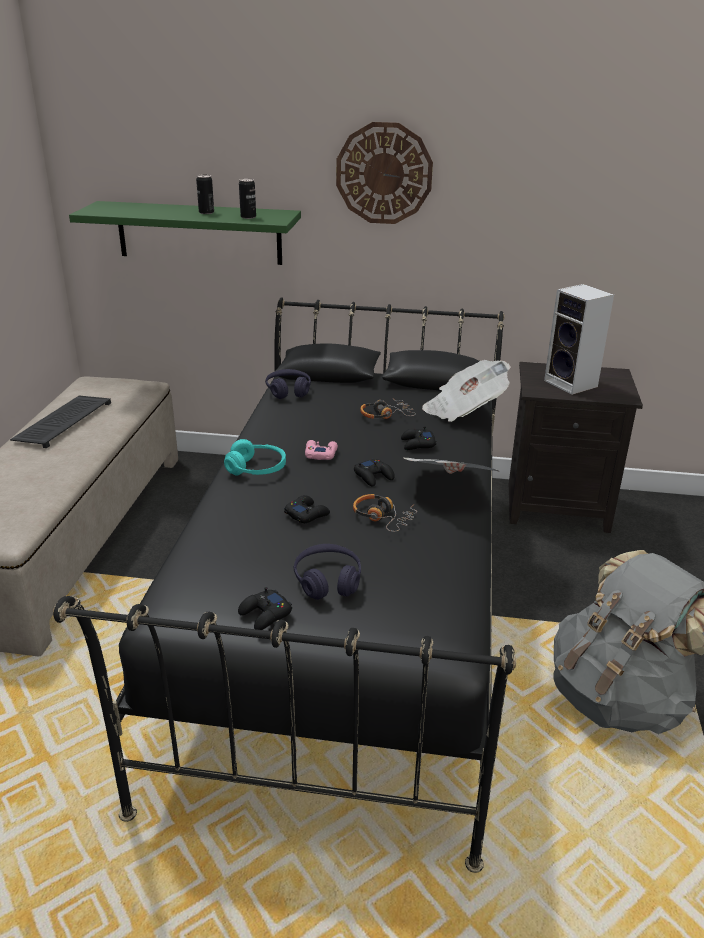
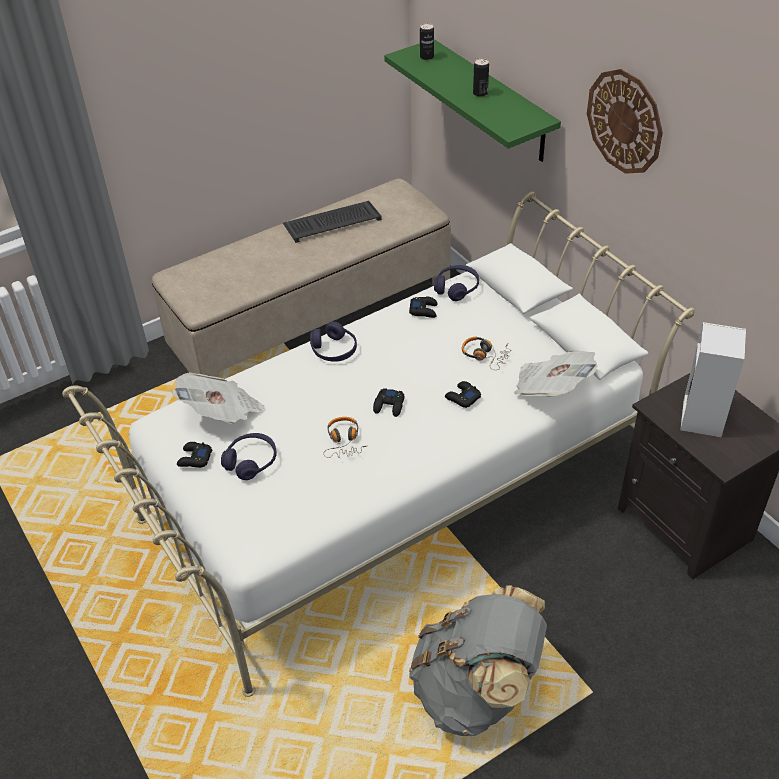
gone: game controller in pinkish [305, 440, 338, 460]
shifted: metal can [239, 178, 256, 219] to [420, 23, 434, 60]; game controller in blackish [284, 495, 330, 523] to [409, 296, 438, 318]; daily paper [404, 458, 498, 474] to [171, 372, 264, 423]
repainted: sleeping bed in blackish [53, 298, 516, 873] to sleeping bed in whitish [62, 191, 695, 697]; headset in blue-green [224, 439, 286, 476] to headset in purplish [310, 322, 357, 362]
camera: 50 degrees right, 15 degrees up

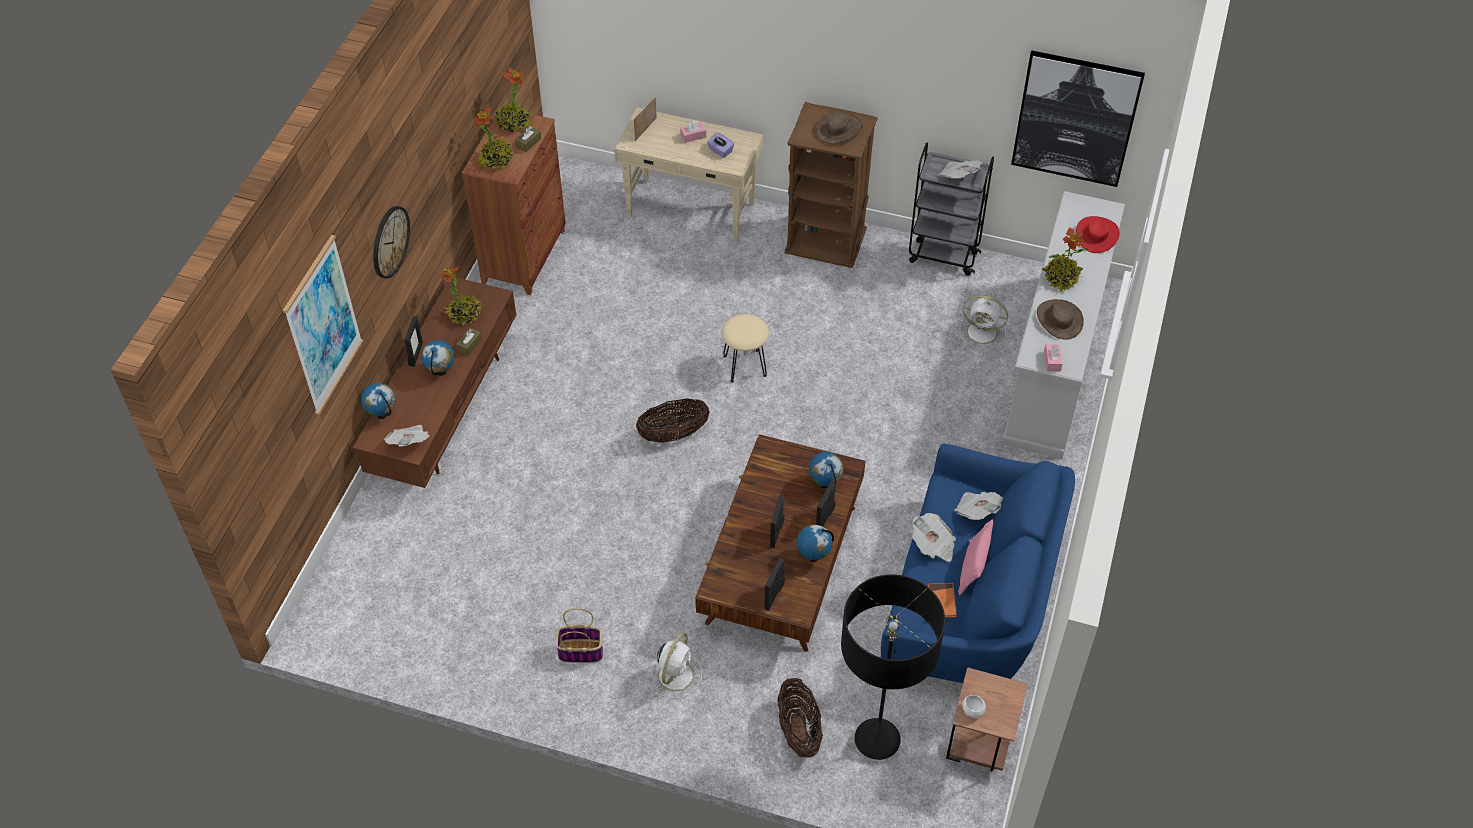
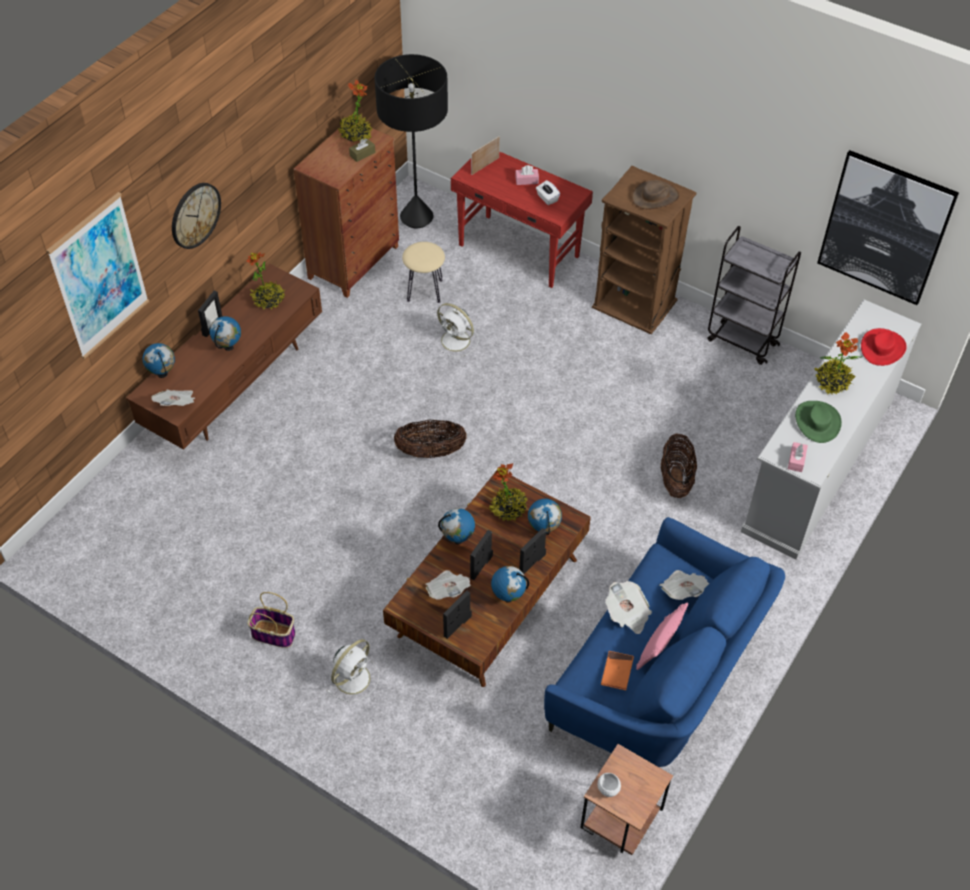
gone: tissue holder in brownish [456, 328, 482, 356]
new: globe [438, 508, 475, 544]
shifted: potted plant [475, 106, 514, 170] to [488, 463, 528, 521]; stool seat in beige-coloured [722, 314, 769, 383] to [402, 242, 445, 303]; basket [777, 678, 823, 758] to [661, 434, 697, 498]; standard lamp in blackish [841, 574, 945, 760] to [375, 54, 448, 228]; daily paper [938, 160, 983, 179] to [425, 570, 470, 600]; electric fan in whitish [959, 295, 1008, 350] to [434, 303, 479, 357]
repainted: console table in beige-coloured [614, 108, 763, 241] to console table in reddish [451, 151, 593, 288]; tissue holder in purplish [707, 132, 734, 158] to tissue holder in whitish [536, 180, 560, 205]; clothing hat in brownish [1037, 299, 1084, 340] to clothing hat in green-coloured [795, 401, 842, 443]
camera: 15 degrees right, 0 degrees up

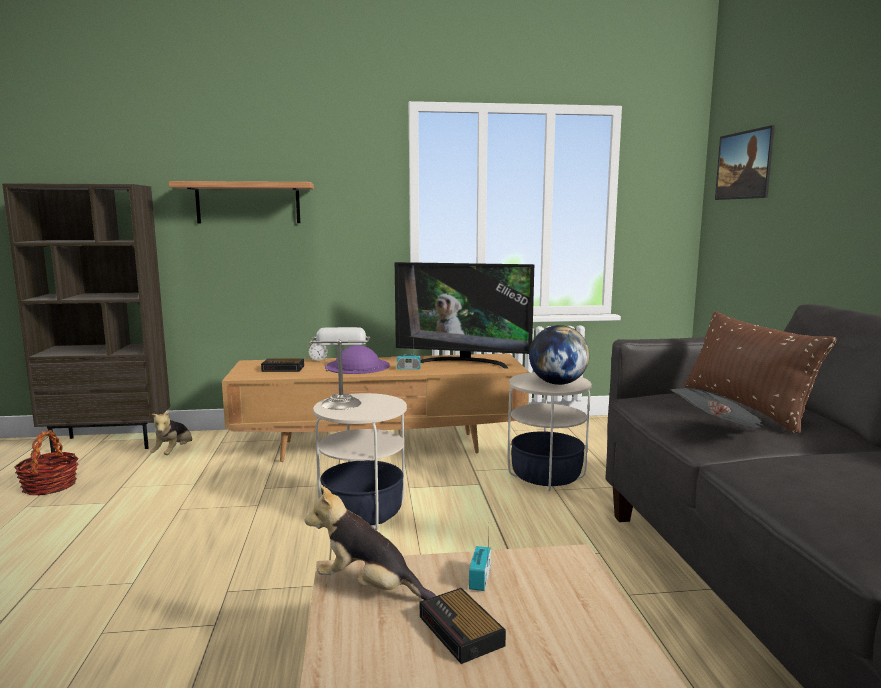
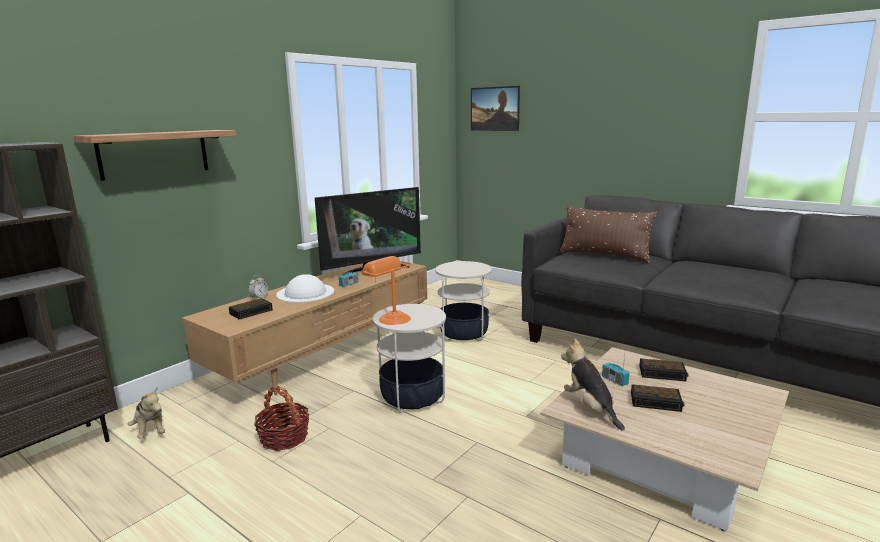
gone: globe [529, 325, 590, 385]; daily paper [670, 388, 763, 427]
new: table clock [639, 358, 688, 381]
shifted: basket [14, 430, 79, 496] to [254, 386, 309, 451]
repainted: lamp for a table in whitish [310, 327, 370, 410] to lamp for a table in orange [362, 256, 411, 325]; clothing hat in purplish [325, 345, 390, 374] to clothing hat in whitish [276, 274, 334, 303]
rotated: cuddly toy [305, 485, 436, 600] = [561, 338, 625, 430] 90 degrees clockwise
camera: 45 degrees left, 5 degrees up

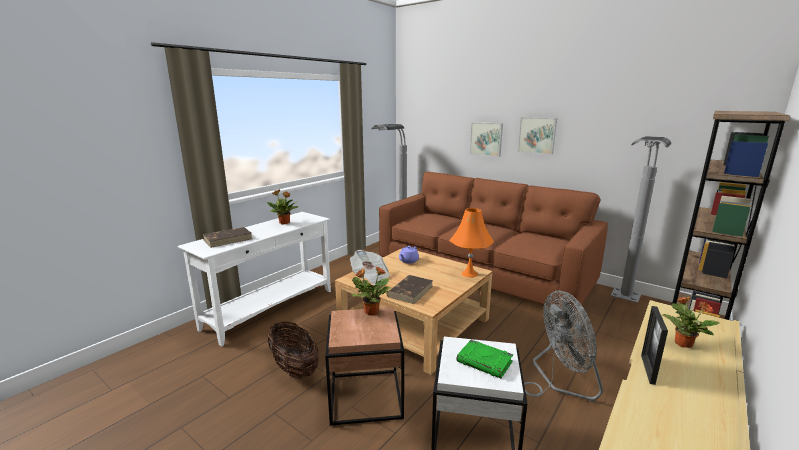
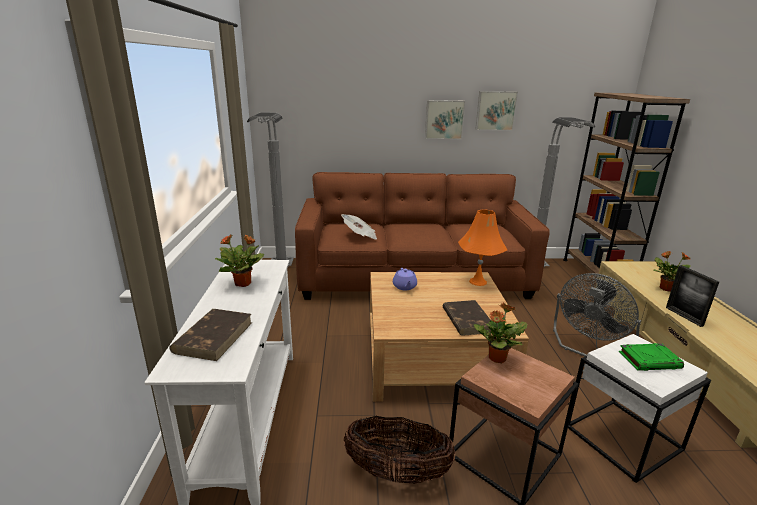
shifted: daily paper [350, 250, 390, 285] to [341, 214, 377, 240]; picture [470, 122, 503, 157] to [475, 91, 518, 131]
camera: 40 degrees left, 5 degrees up

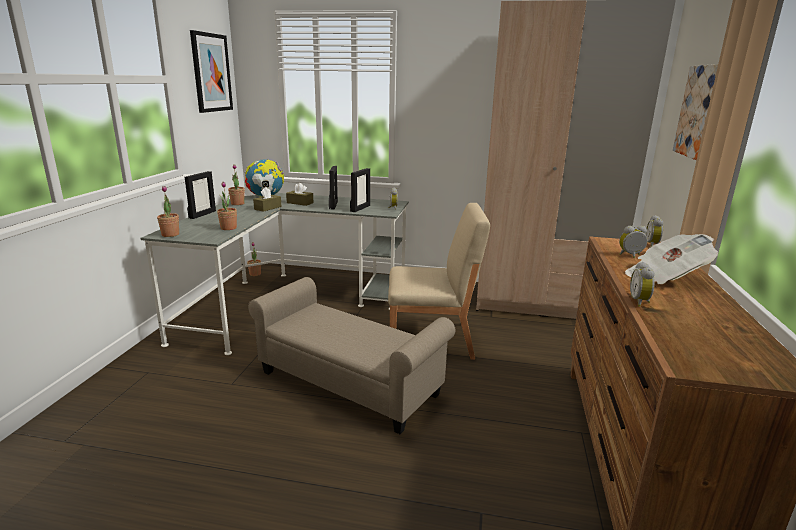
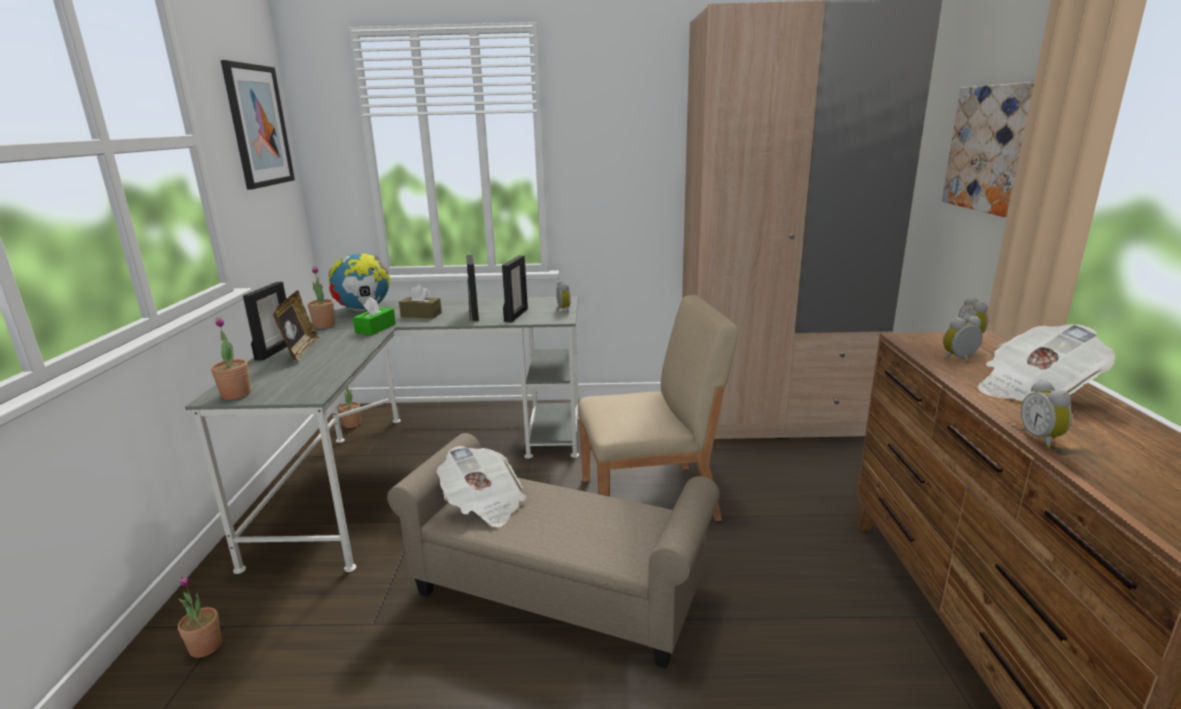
new: standing frame [273, 291, 319, 361]; daily paper [437, 446, 526, 527]
shifted: potted plant [217, 181, 237, 230] to [178, 575, 222, 658]
repainted: tissue holder in brownish [253, 187, 282, 212] to tissue holder in green-coloured [353, 297, 396, 335]
camera: 10 degrees left, 0 degrees up

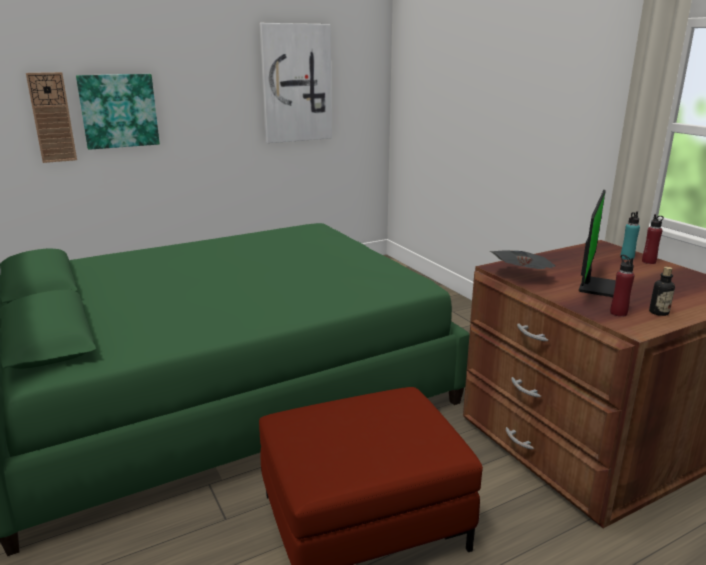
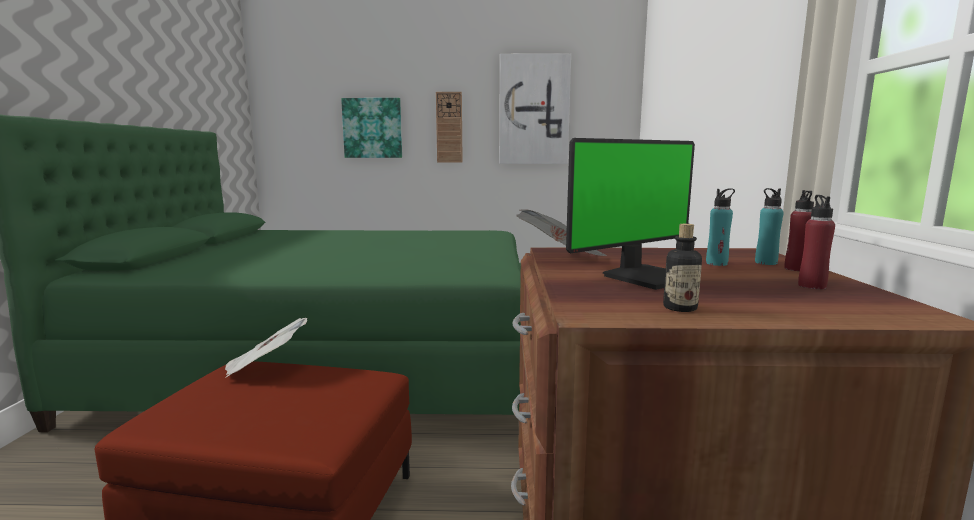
new: daily paper [225, 318, 307, 377]; drink bottle in blue-green [706, 188, 735, 266]
shifted: wall clock [26, 72, 77, 163] to [436, 92, 463, 163]; drink bottle in reddish [610, 255, 635, 317] to [798, 195, 835, 289]
camera: 30 degrees right, 10 degrees down

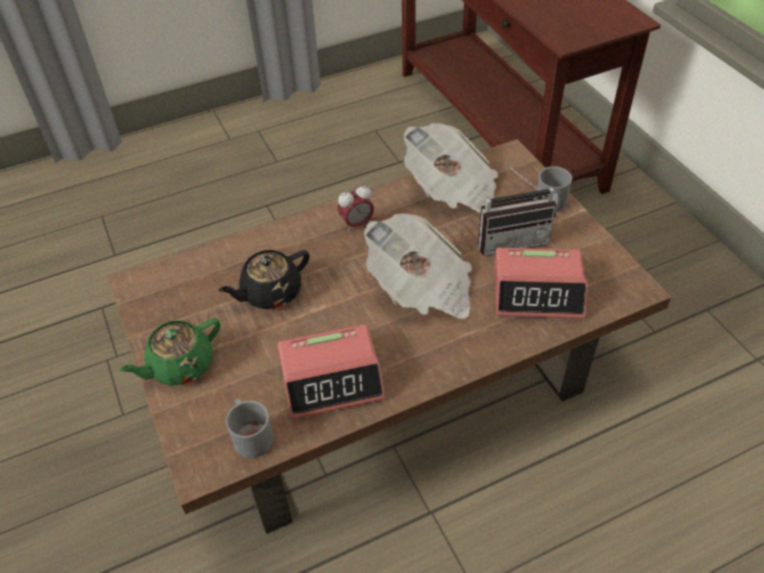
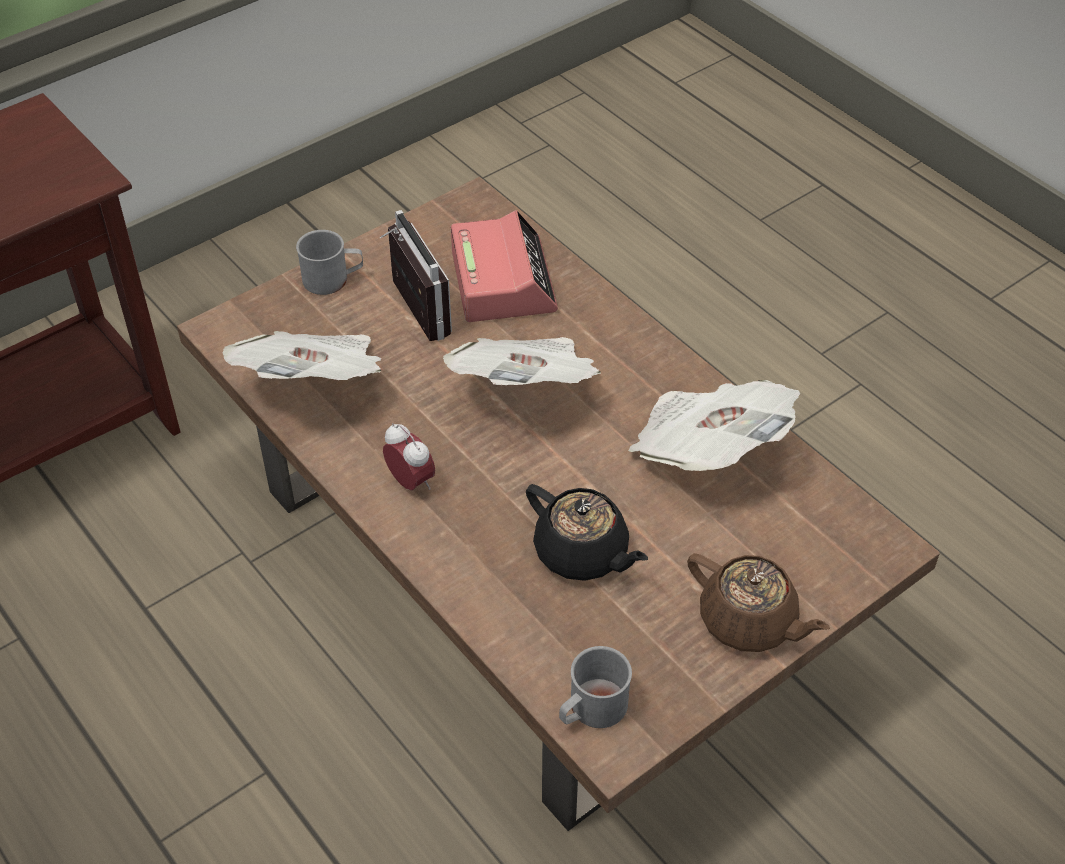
shifted: tea mug in greyish [226, 398, 274, 458] to [559, 646, 632, 728]
swapped: table clock [278, 324, 385, 419] to daily paper [628, 380, 801, 471]
repainted: tea pot in green-coloured [119, 318, 220, 386] to tea pot in brownish [687, 553, 830, 652]
camera: 105 degrees left, 0 degrees up

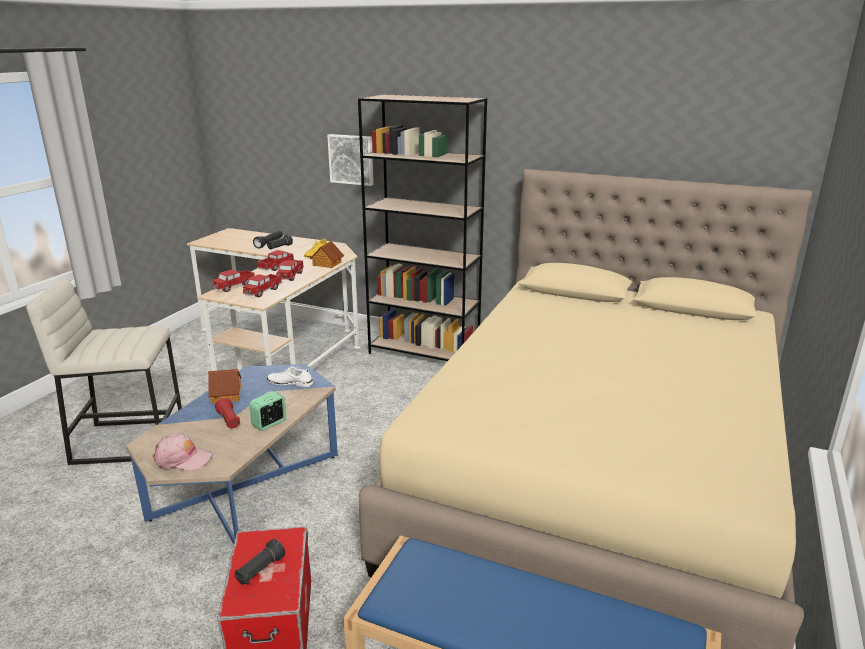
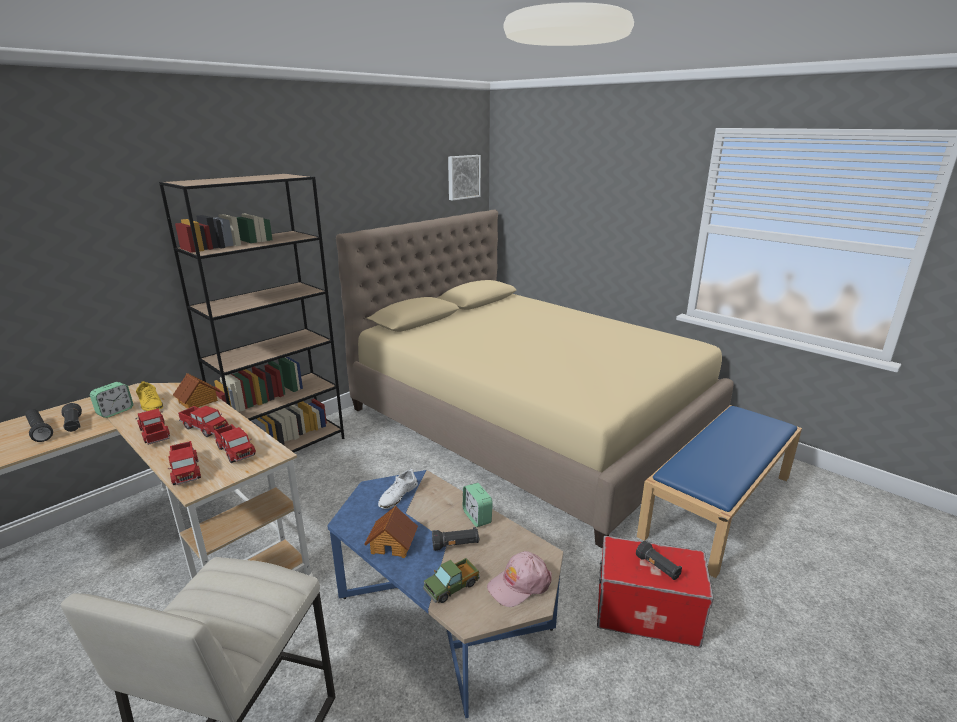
new: table clock [90, 382, 133, 418]; model truck [423, 558, 480, 603]
shifted: picture [327, 134, 374, 186] to [448, 155, 481, 201]
repainted: torch in reddish [215, 398, 240, 429] to torch in blackish [432, 527, 480, 551]
rotated: cap in pinkish [152, 433, 213, 471] = [487, 551, 552, 607] 150 degrees counterclockwise
camera: 70 degrees left, 0 degrees up

